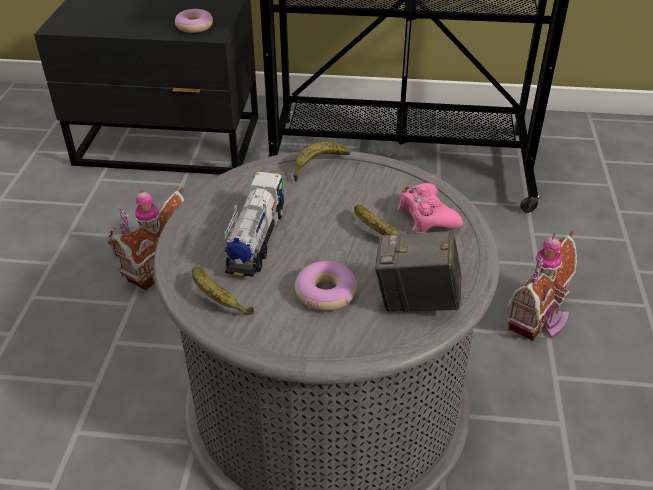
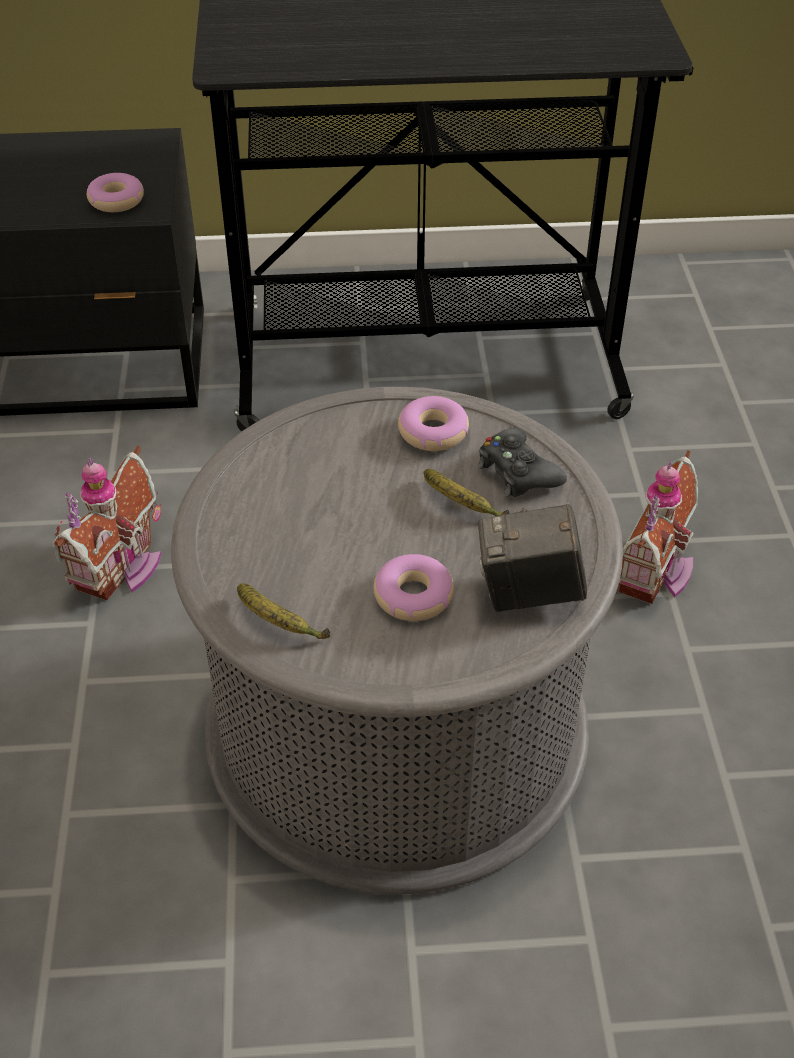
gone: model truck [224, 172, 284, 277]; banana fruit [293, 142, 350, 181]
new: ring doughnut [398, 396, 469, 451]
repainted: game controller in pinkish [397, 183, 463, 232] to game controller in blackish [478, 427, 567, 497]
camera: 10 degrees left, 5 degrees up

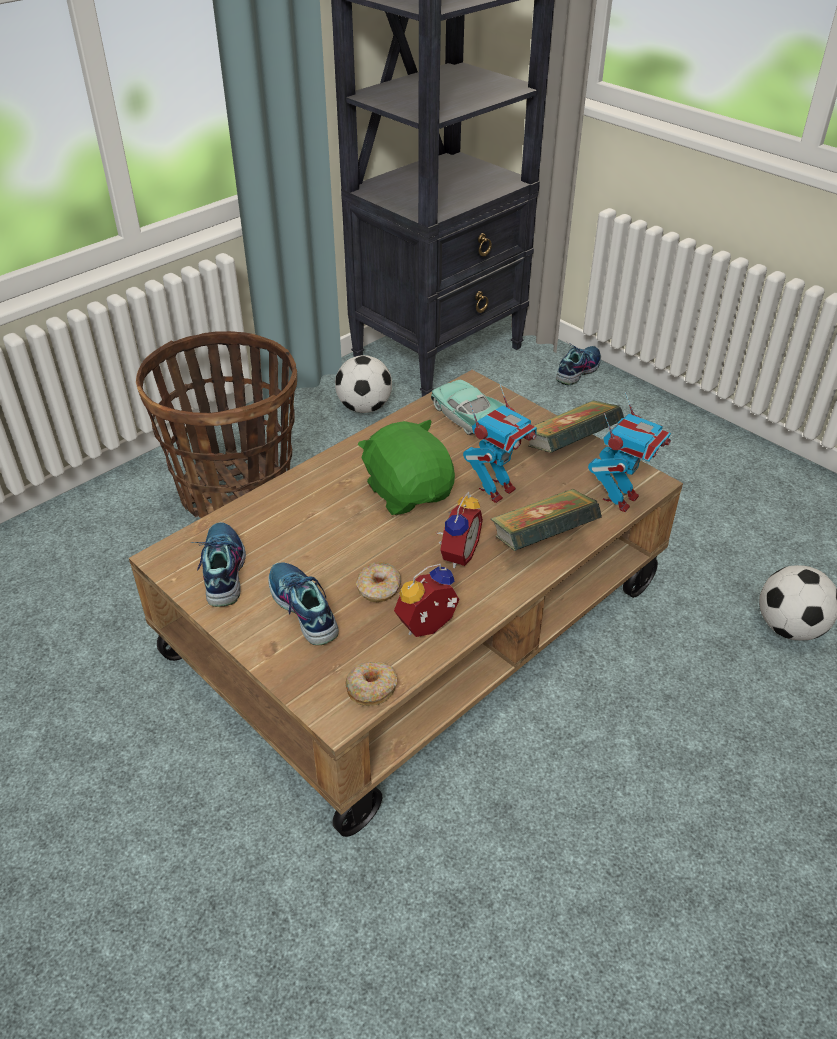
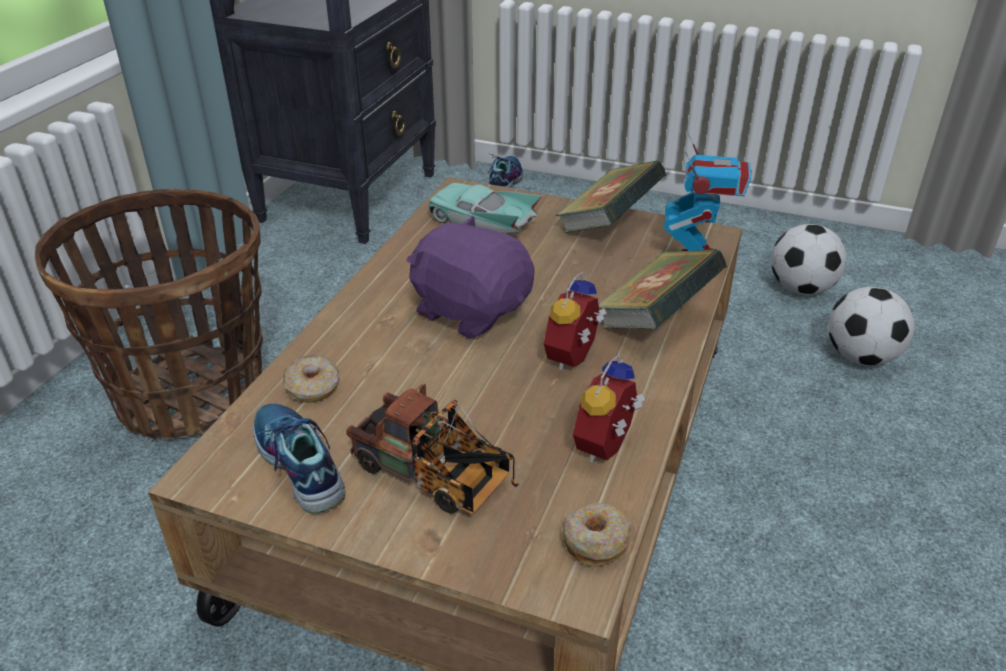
gone: toy robot [463, 384, 537, 503]
shifted: football ball [335, 355, 392, 413] to [771, 224, 846, 295]; ring doughnut [356, 562, 401, 602] to [283, 355, 339, 403]
swapped: low shoe [268, 562, 339, 645] to model truck [346, 384, 519, 514]
repainted: cuddly toy in green-coloured [358, 420, 455, 515] to cuddly toy in purplish [407, 216, 535, 339]
rotated: table clock [436, 492, 483, 568] = [544, 272, 607, 371] 150 degrees counterclockwise
camera: 25 degrees left, 5 degrees down

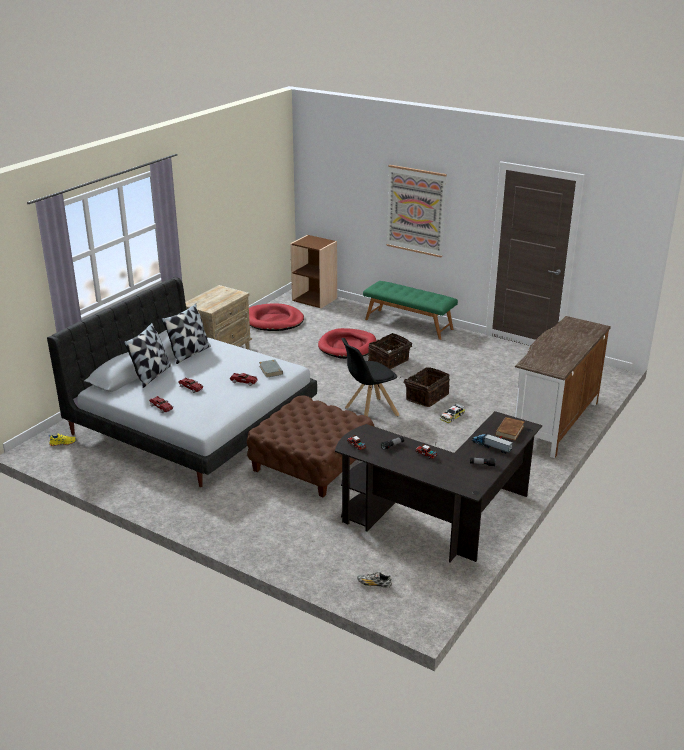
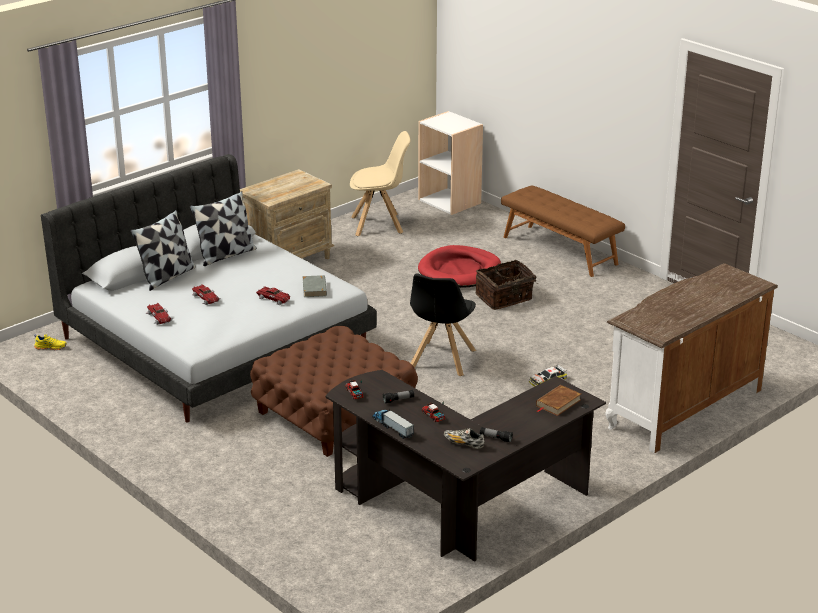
gone: picture [387, 165, 447, 258]; basket [404, 367, 450, 407]
shifted: low shoe [357, 572, 392, 588] to [444, 428, 485, 449]; model truck [472, 433, 513, 454] to [372, 409, 414, 439]
swapped: dog cushion in reddish [249, 303, 304, 331] to plain chair in beige-coloured [350, 131, 411, 236]
repainted: shelving unit in brownish [290, 235, 337, 308] to shelving unit in whitish [418, 111, 483, 215]; indoor bench in green-coloured [363, 281, 458, 340] to indoor bench in brownish [501, 185, 625, 277]
rotated: plain chair in blackish [342, 338, 400, 416] = [410, 273, 476, 376] 60 degrees counterclockwise
camera: 15 degrees right, 0 degrees up

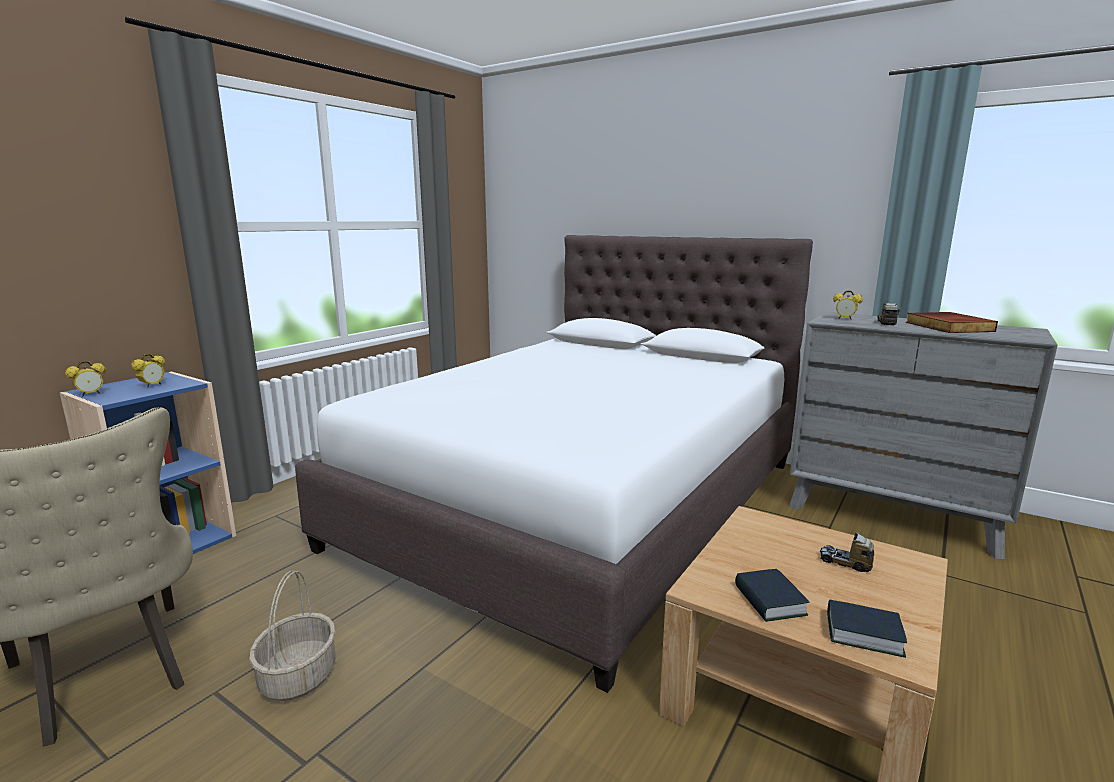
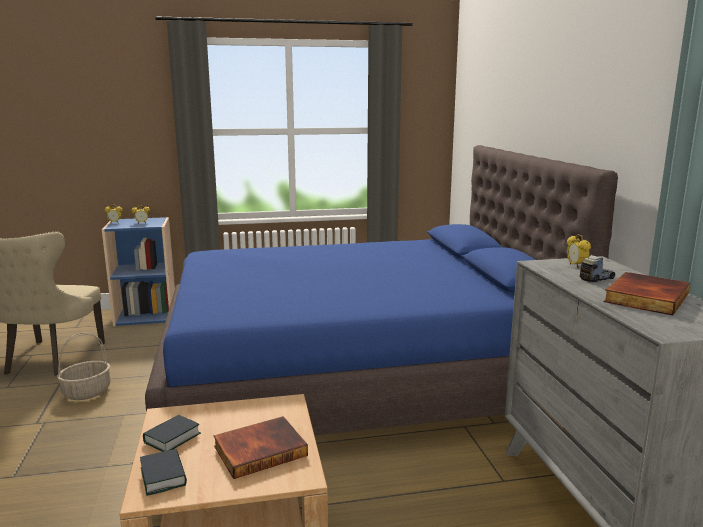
swapped: model truck [820, 532, 874, 572] to book [213, 416, 308, 479]
repainted: sleeping bed in whitish [295, 235, 813, 693] to sleeping bed in blue [145, 145, 618, 435]
camera: 45 degrees right, 0 degrees up

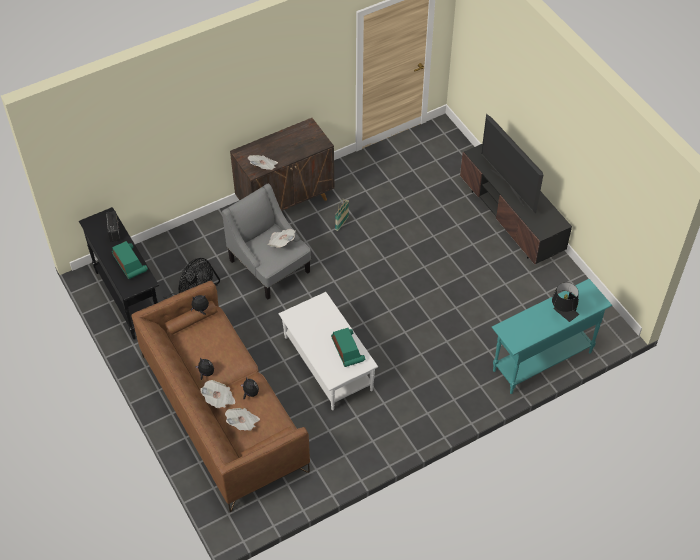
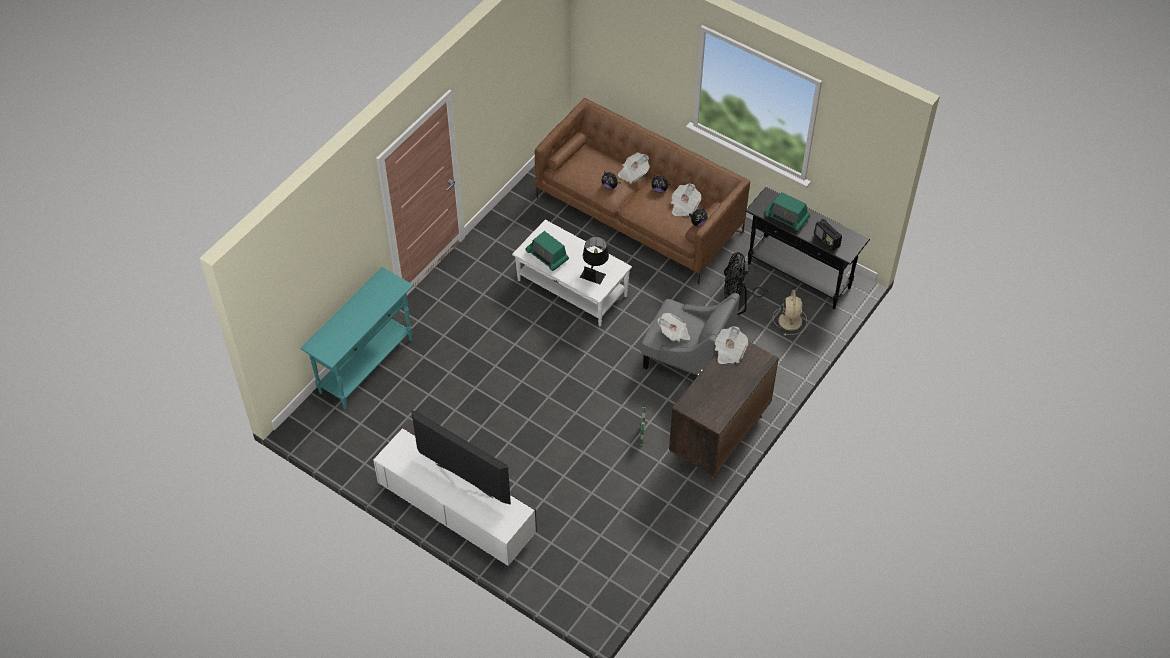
new: electric fan in beige-coloured [773, 290, 807, 335]
shifted: daily paper [225, 408, 260, 431] to [671, 184, 701, 216]; lamp for a table in blackish [552, 282, 579, 322] to [580, 237, 609, 284]
repainted: tv unit in blackish [460, 144, 572, 264] to tv unit in whitish [373, 427, 537, 566]
camera: 155 degrees right, 0 degrees up

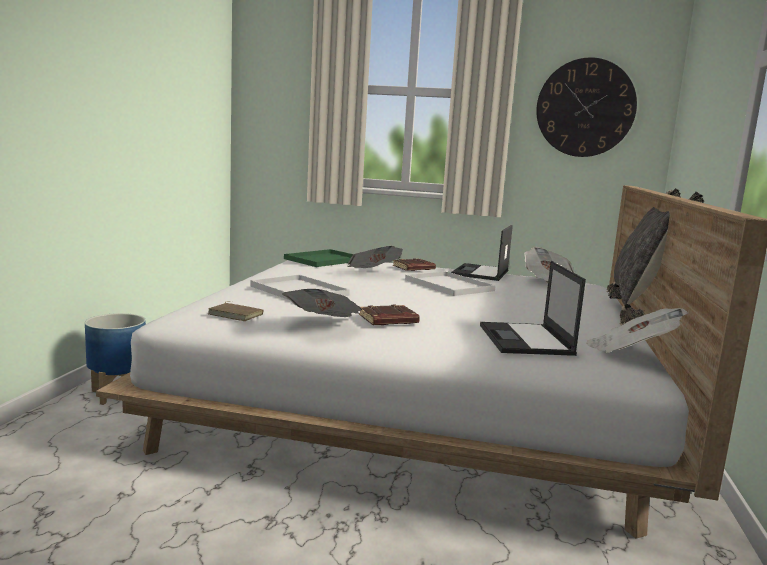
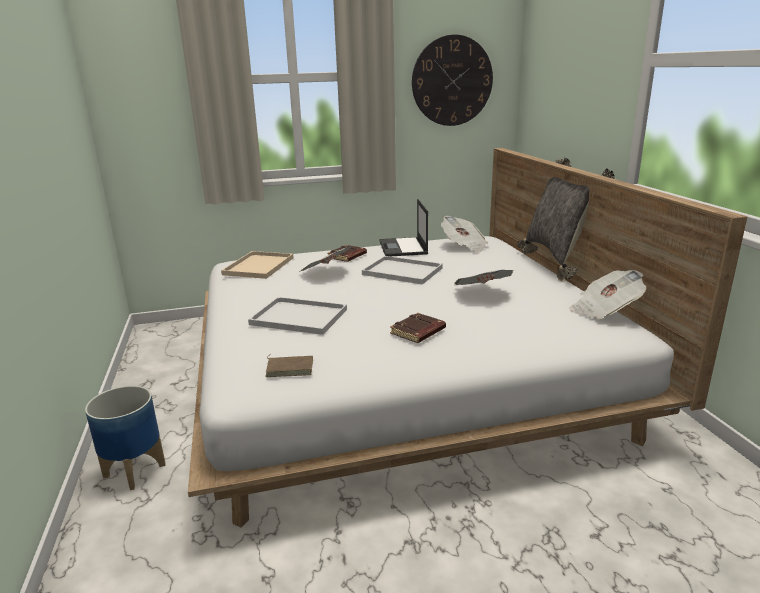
gone: notebook computer [480, 261, 586, 356]
shifted: daily paper [282, 289, 362, 317] to [454, 270, 513, 285]
repainted: serving tray in green-coloured [284, 249, 353, 267] to serving tray in beige-coloured [221, 251, 294, 279]
camera: 25 degrees left, 10 degrees up

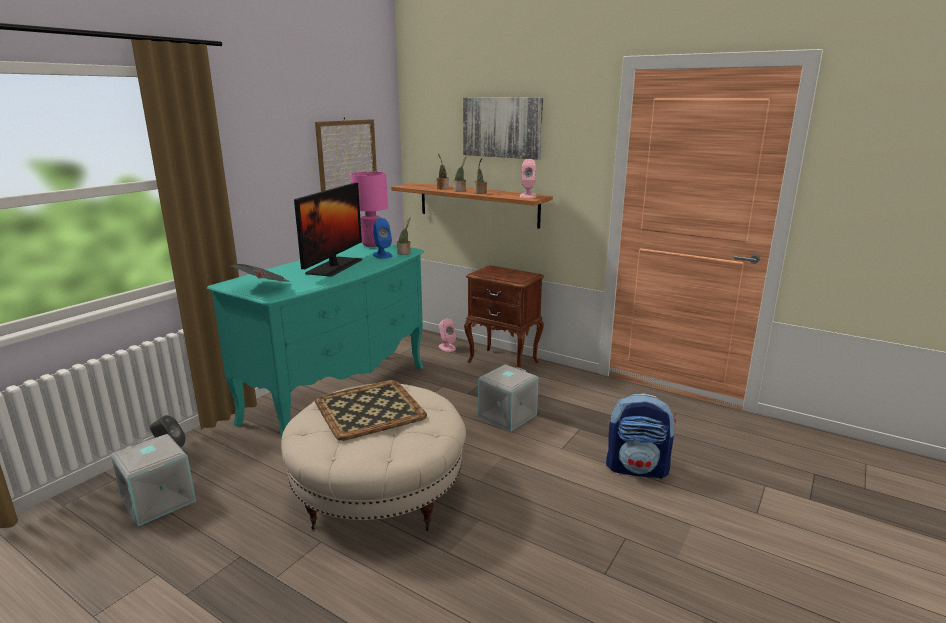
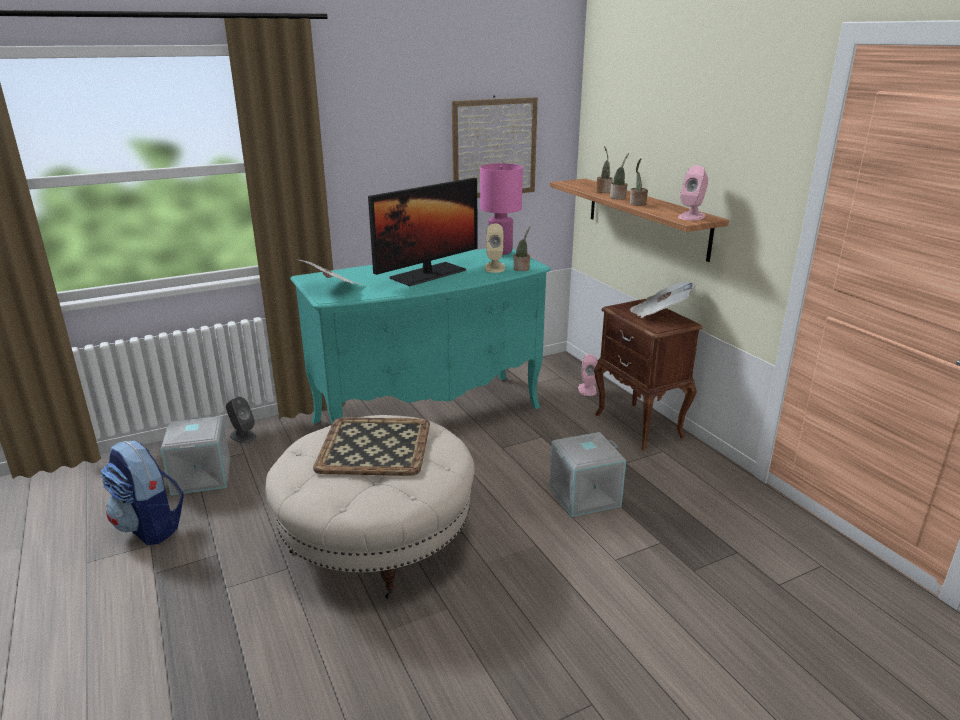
gone: picture [463, 98, 543, 159]
new: daily paper [630, 282, 696, 318]
shifted: backpack [606, 393, 676, 479] to [101, 441, 184, 545]
repainted: loudspeaker in blue [373, 218, 392, 259] to loudspeaker in beige-coloured [485, 223, 505, 273]
camera: 30 degrees right, 5 degrees up

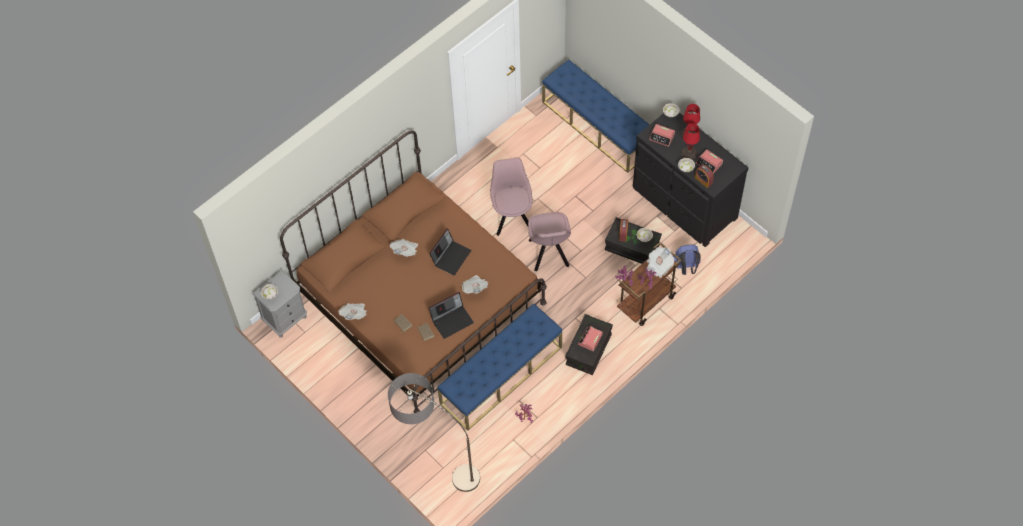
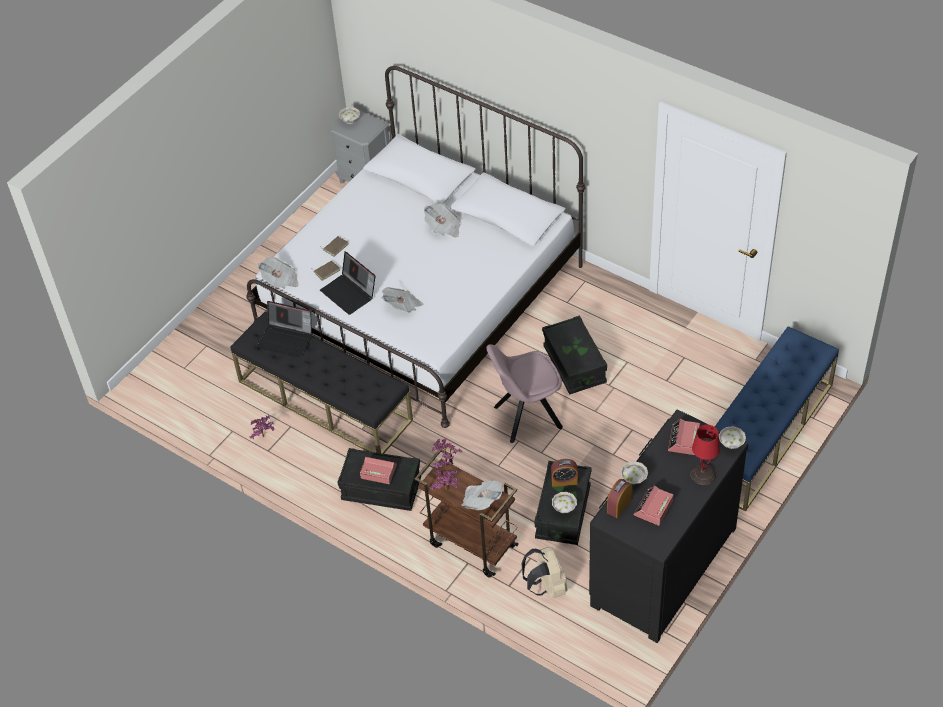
gone: standard lamp [388, 373, 480, 492]; lamp for a table in reddish [681, 123, 700, 159]
shifted: daily paper [338, 303, 367, 320] to [258, 257, 299, 289]; notebook computer [430, 228, 471, 276] to [257, 301, 312, 357]
swapped: plain chair in pinkish [490, 157, 532, 236] to storage container in blackish [542, 315, 607, 394]
repainted: sleeping bed in brownish [280, 131, 547, 413] to sleeping bed in whitish [246, 66, 586, 428]; indoor bench in blue [438, 304, 562, 431] to indoor bench in blackish [230, 311, 413, 454]; backpack in blue [673, 244, 701, 275] to backpack in beige-coloured [521, 547, 568, 598]
camera: 80 degrees right, 10 degrees down

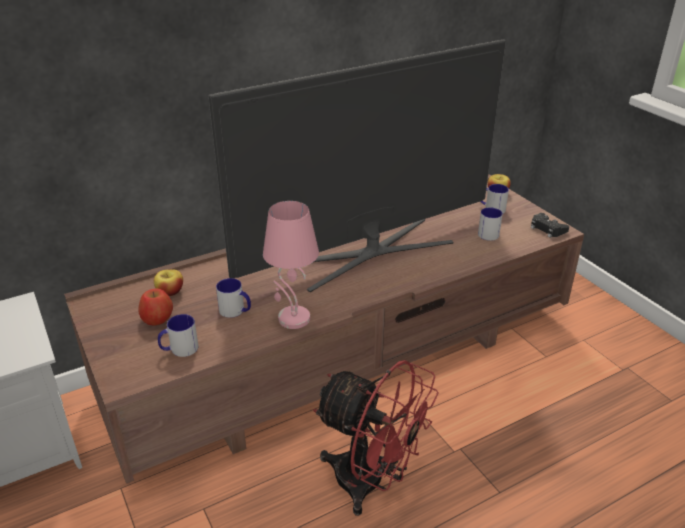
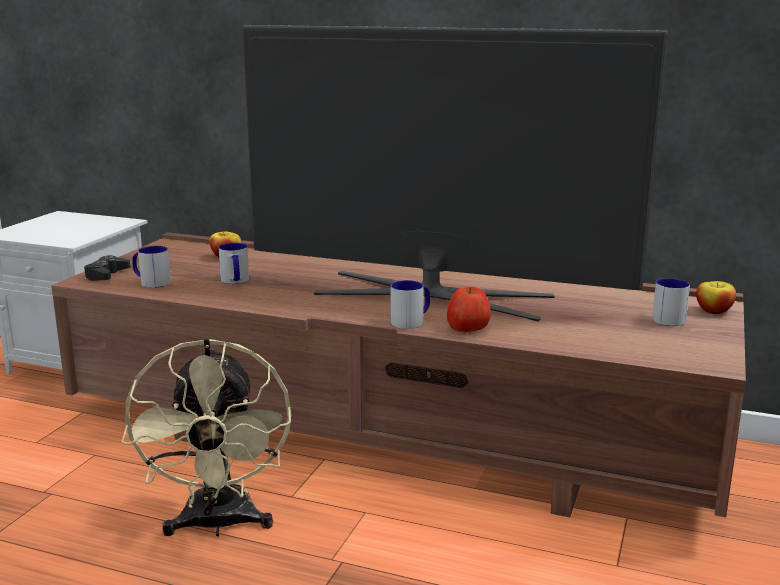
gone: lamp for a table in pinkish [263, 201, 319, 329]
shifted: whole apple [138, 289, 173, 326] to [447, 287, 491, 332]; tea mug [478, 207, 503, 241] to [391, 280, 430, 329]; game controller in blackish [531, 213, 569, 238] to [84, 255, 131, 281]
repainted: electric fan in reddish [313, 360, 438, 516] to electric fan in beige-coloured [122, 338, 291, 537]
camera: 50 degrees right, 15 degrees down

